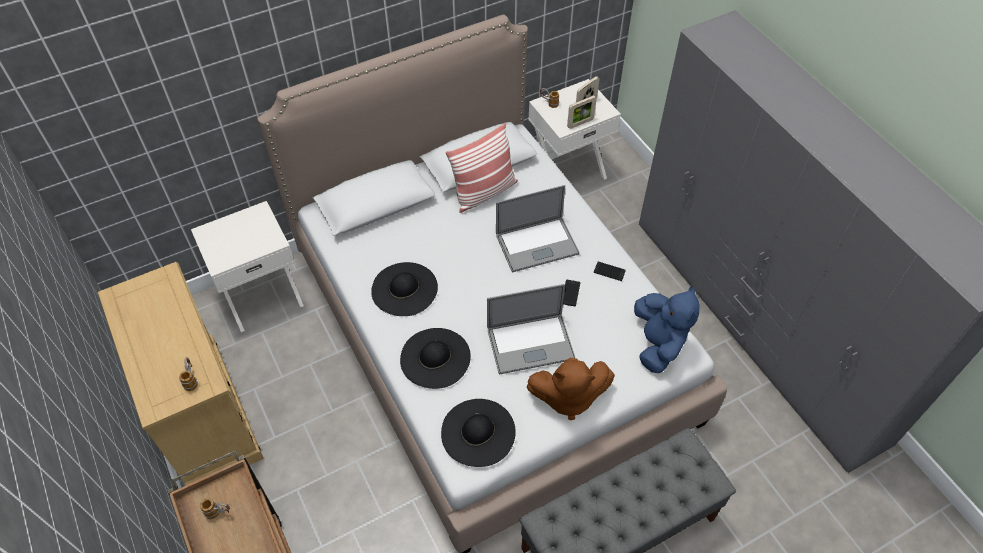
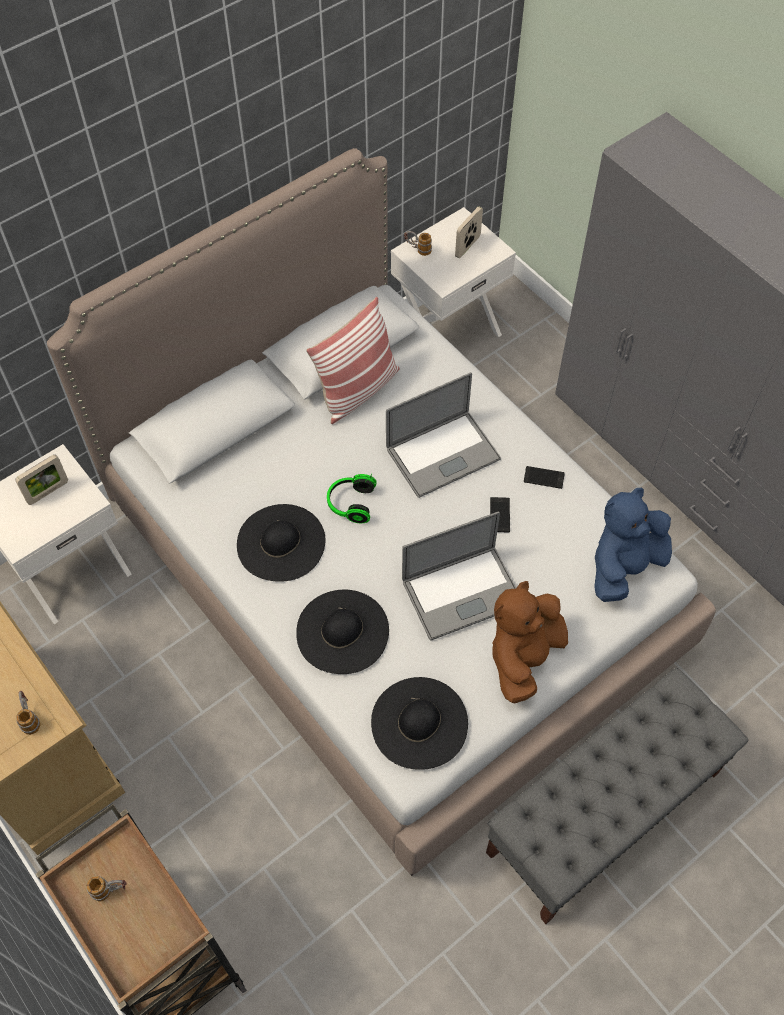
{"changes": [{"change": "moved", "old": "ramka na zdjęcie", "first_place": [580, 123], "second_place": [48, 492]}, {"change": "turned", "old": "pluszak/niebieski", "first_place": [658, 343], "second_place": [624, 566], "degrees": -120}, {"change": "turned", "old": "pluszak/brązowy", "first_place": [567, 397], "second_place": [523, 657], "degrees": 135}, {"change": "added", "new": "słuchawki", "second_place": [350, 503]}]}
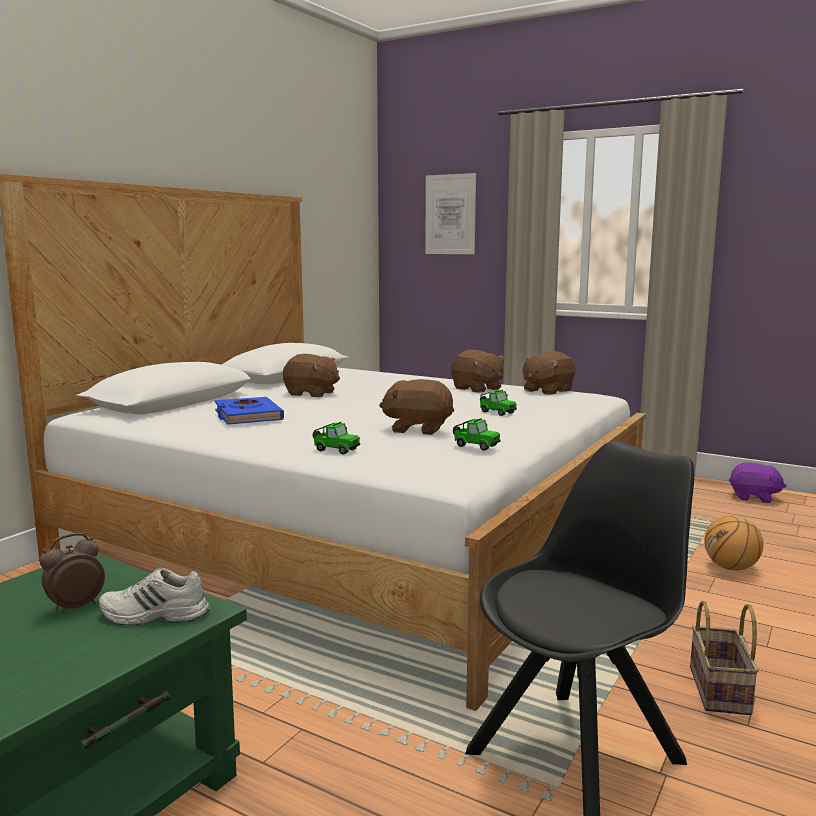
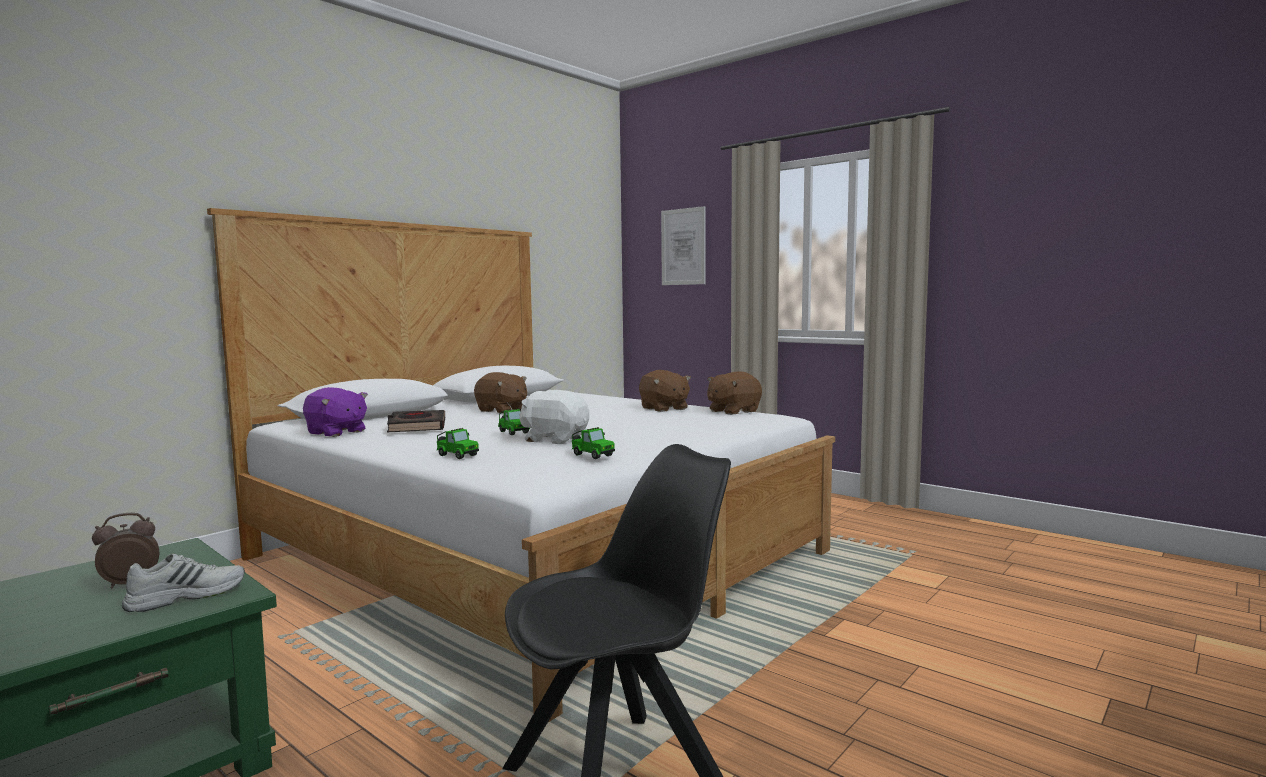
{"changes": [{"change": "recoloured", "old": "pluszak/brązowy", "new": "pluszak/biały", "first_place": [418, 429], "second_place": [554, 439]}, {"change": "moved", "old": "samochodzik", "first_place": [496, 412], "second_place": [513, 432]}, {"change": "recoloured", "old": "książka/niebieski", "new": "książka/czarny", "first_place": [248, 416], "second_place": [417, 427]}, {"change": "moved", "old": "pluszak/fioletowy", "first_place": [754, 497], "second_place": [336, 432]}, {"change": "removed", "old": "piłka do koszykówki", "first_place": [731, 568]}, {"change": "turned", "old": "but/biały", "first_place": [154, 615], "second_place": [186, 596], "degrees": 135}, {"change": "removed", "old": "koszyk", "first_place": [721, 691]}]}
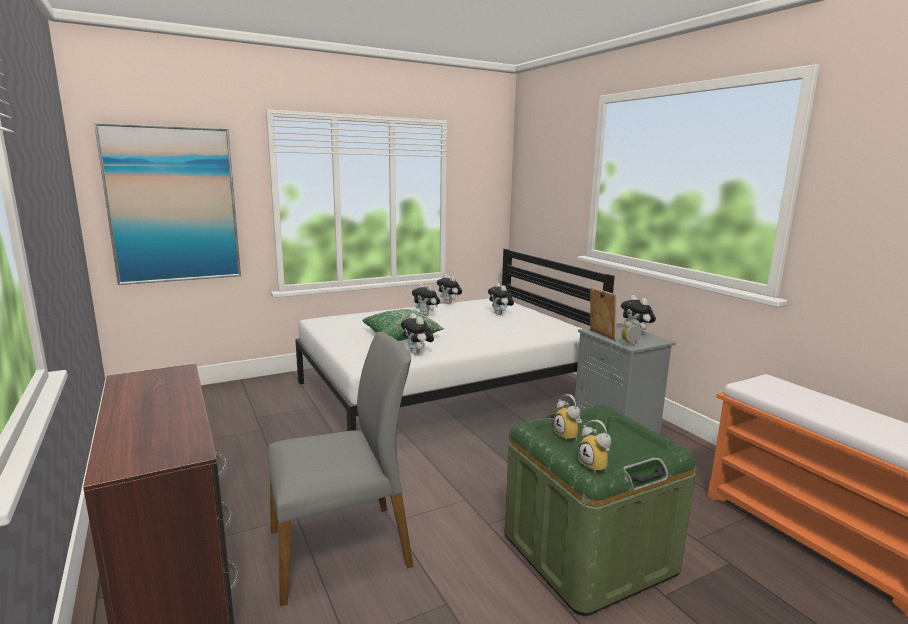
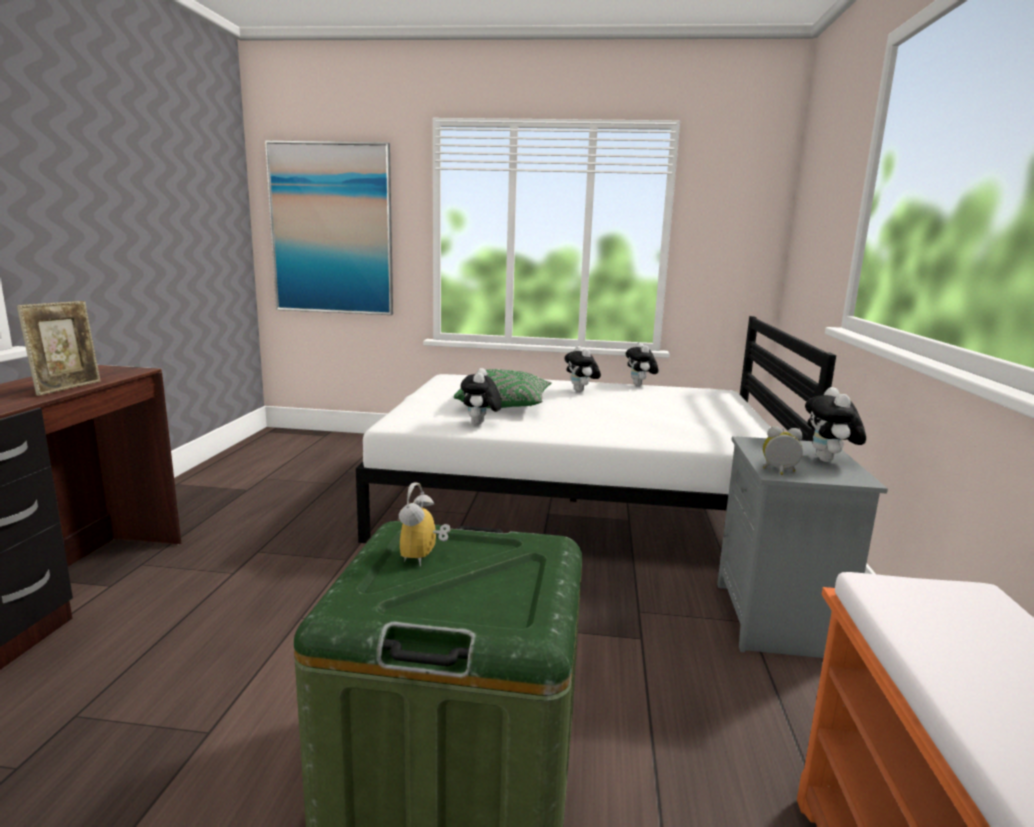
{"changes": [{"change": "removed", "old": "pluszak", "first_place": [500, 314]}, {"change": "moved", "old": "ramka na zdjęcie", "first_place": [601, 335], "second_place": [68, 388]}, {"change": "removed", "old": "krzesło/szary", "first_place": [341, 548]}, {"change": "removed", "old": "budzik", "first_place": [596, 466]}]}
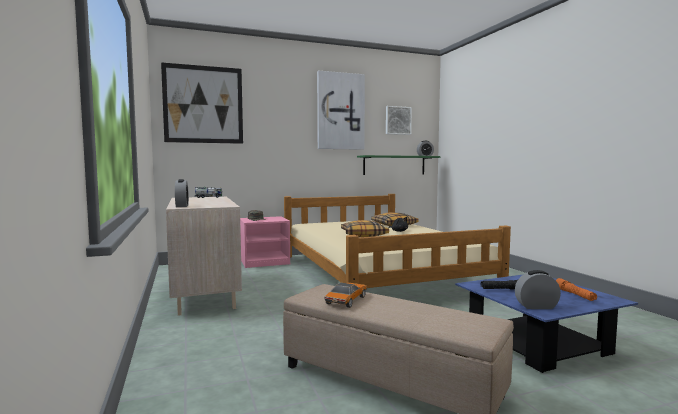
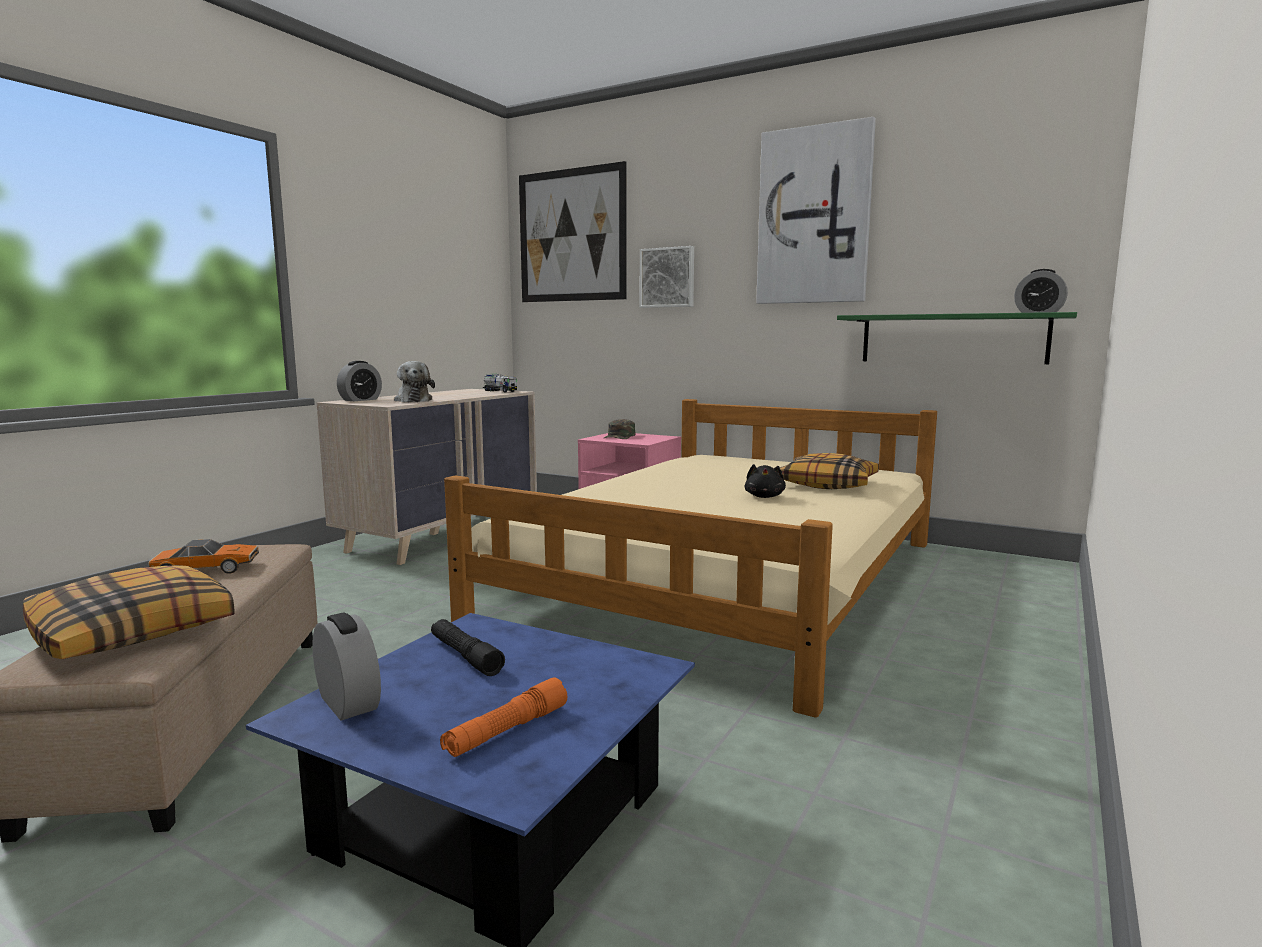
{"changes": [{"change": "moved", "old": "obraz", "first_place": [398, 120], "second_place": [667, 277]}, {"change": "moved", "old": "poduszka", "first_place": [364, 235], "second_place": [135, 630]}, {"change": "added", "new": "pluszak", "second_place": [413, 400]}]}
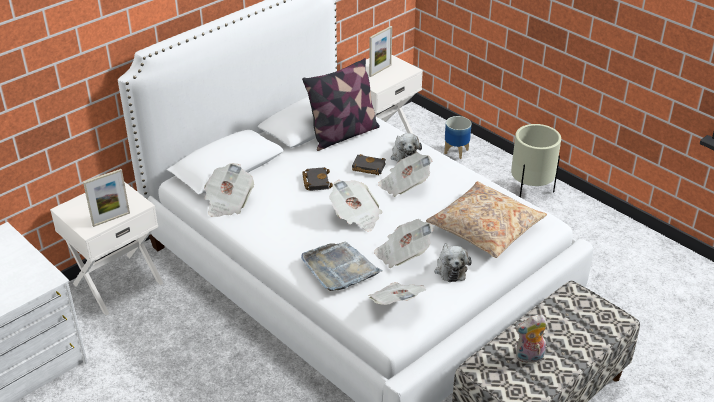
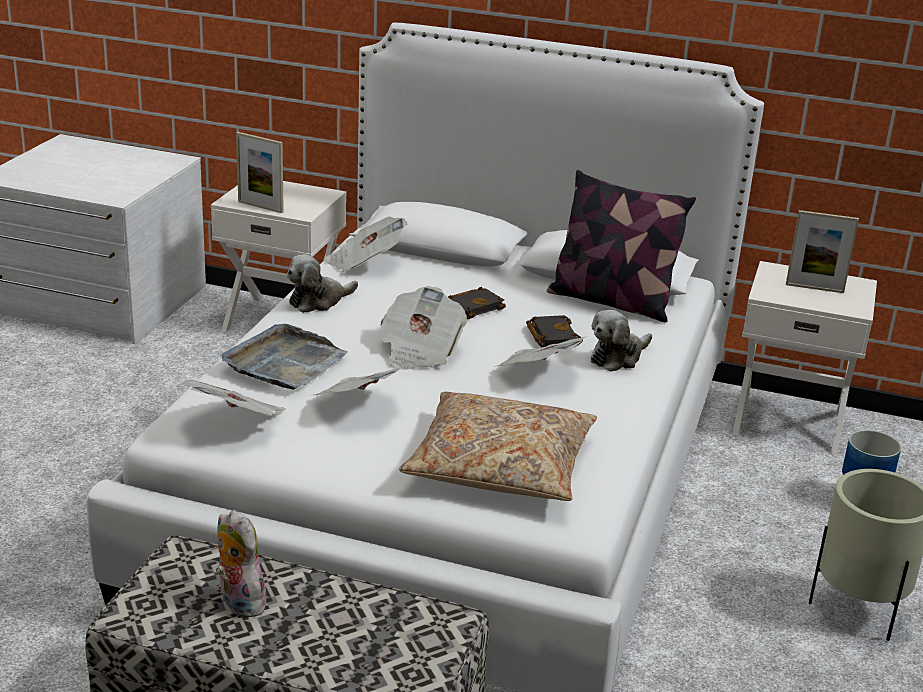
{"changes": [{"change": "moved", "old": "pluszak", "first_place": [450, 268], "second_place": [318, 301]}]}
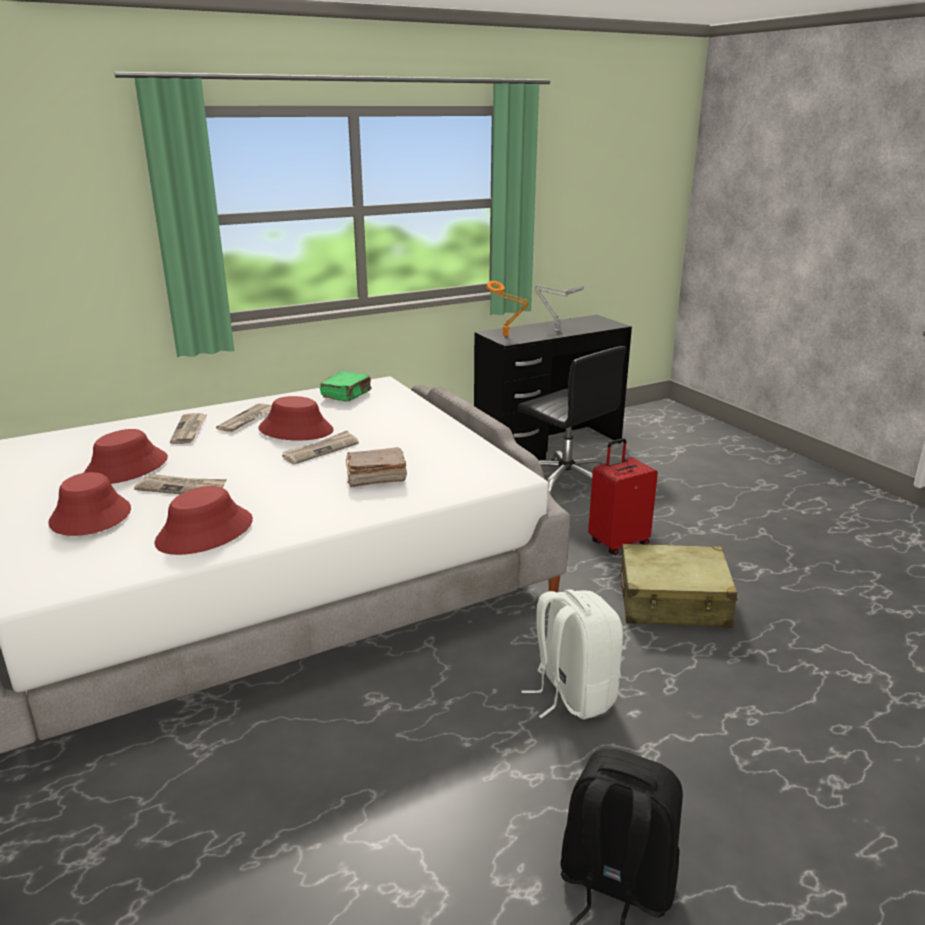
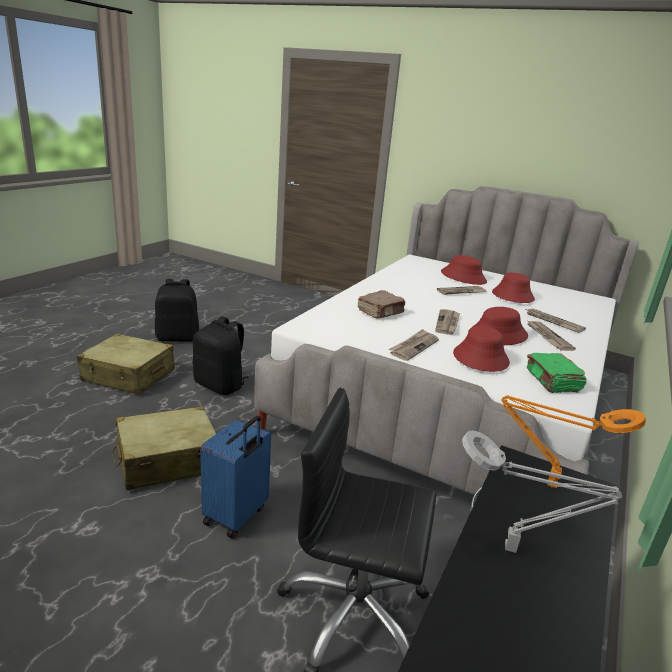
{"changes": [{"change": "recoloured", "old": "walizka/czerwony", "new": "walizka/niebieski", "first_place": [618, 543], "second_place": [236, 516]}, {"change": "moved", "old": "kapelusz/czerwony", "first_place": [205, 532], "second_place": [480, 358]}, {"change": "recoloured", "old": "plecak/biały", "new": "plecak/czarny", "first_place": [572, 694], "second_place": [220, 385]}, {"change": "added", "new": "gazeta", "second_place": [414, 346]}, {"change": "added", "new": "walizka/beżowy", "second_place": [129, 376]}]}
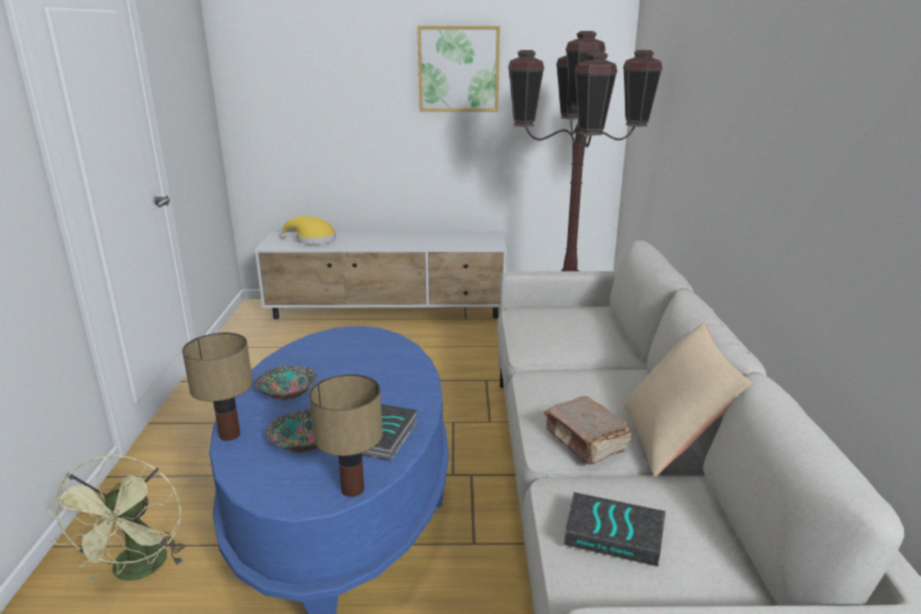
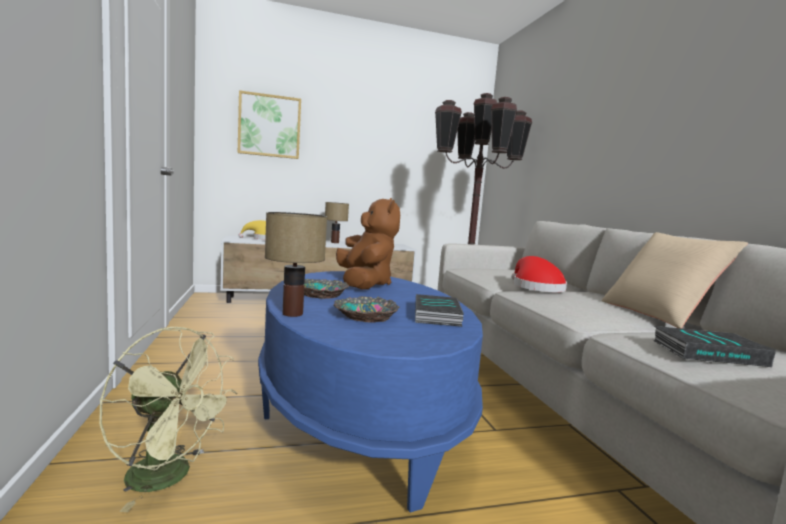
{"changes": [{"change": "moved", "old": "obraz", "first_place": [458, 69], "second_place": [269, 126]}, {"change": "moved", "old": "lampa stołowa", "first_place": [353, 490], "second_place": [335, 242]}, {"change": "removed", "old": "książka/brązowy", "first_place": [586, 441]}, {"change": "turned", "old": "wentylator/zielony", "first_place": [138, 571], "second_place": [170, 477], "degrees": -45}, {"change": "added", "new": "pluszak/brązowy", "second_place": [364, 284]}, {"change": "added", "new": "kapelusz/czerwony", "second_place": [535, 287]}]}
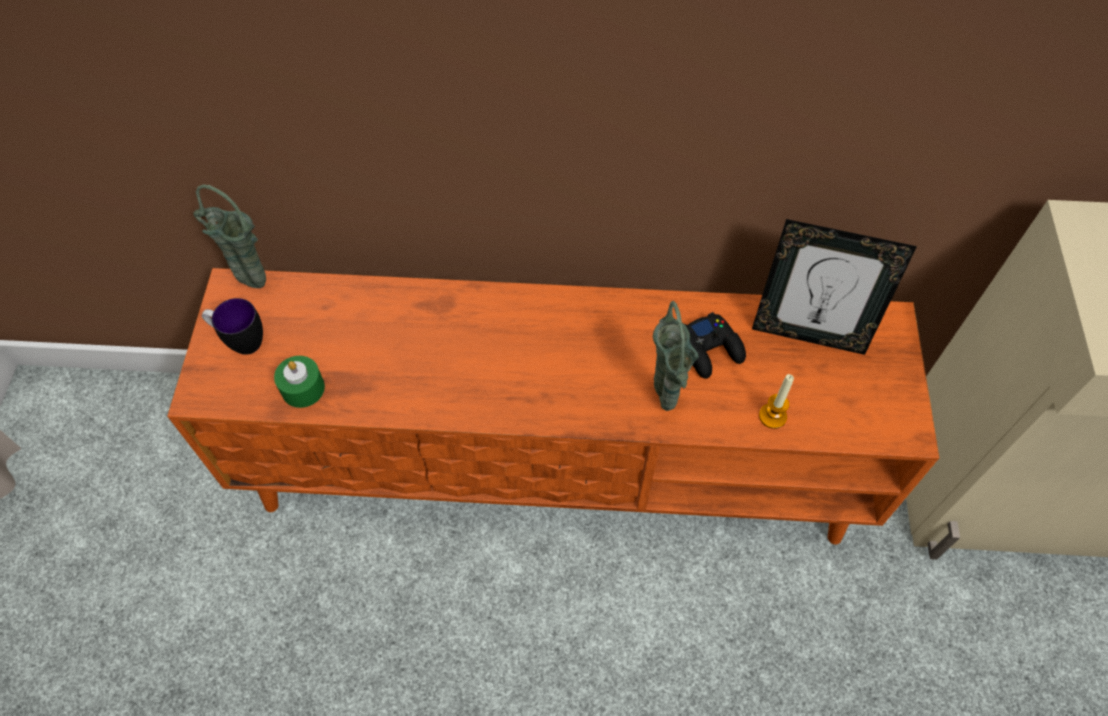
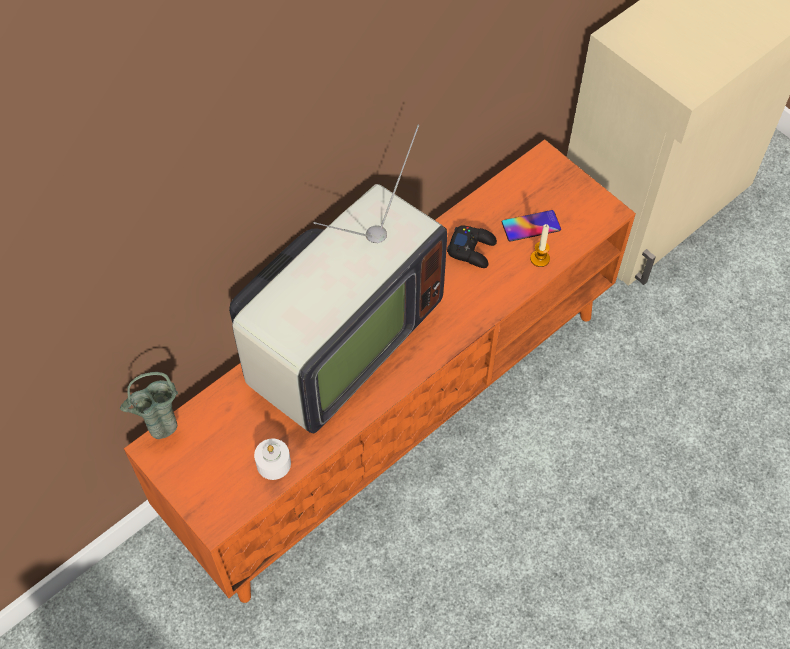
{"changes": [{"change": "removed", "old": "ramka na zdjęcie", "first_place": [808, 334]}, {"change": "removed", "old": "kubek", "first_place": [240, 341]}, {"change": "removed", "old": "wazon/zielony", "first_place": [665, 405]}, {"change": "recoloured", "old": "świeca/zielony", "new": "świeca/biały", "first_place": [303, 388], "second_place": [273, 463]}, {"change": "added", "new": "telewizor", "second_place": [336, 343]}, {"change": "added", "new": "telefon", "second_place": [531, 226]}]}
